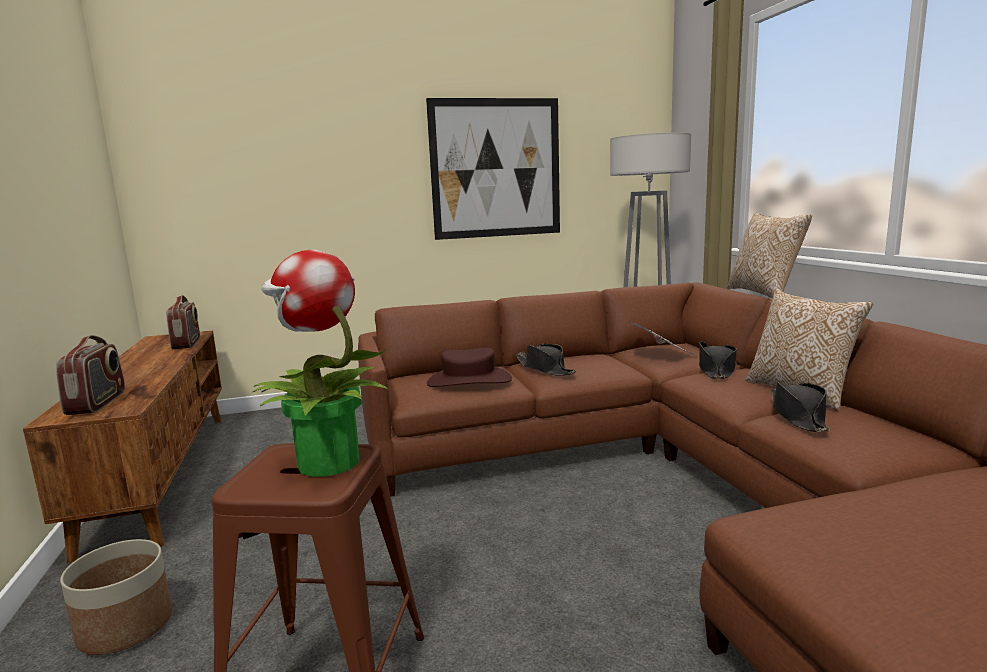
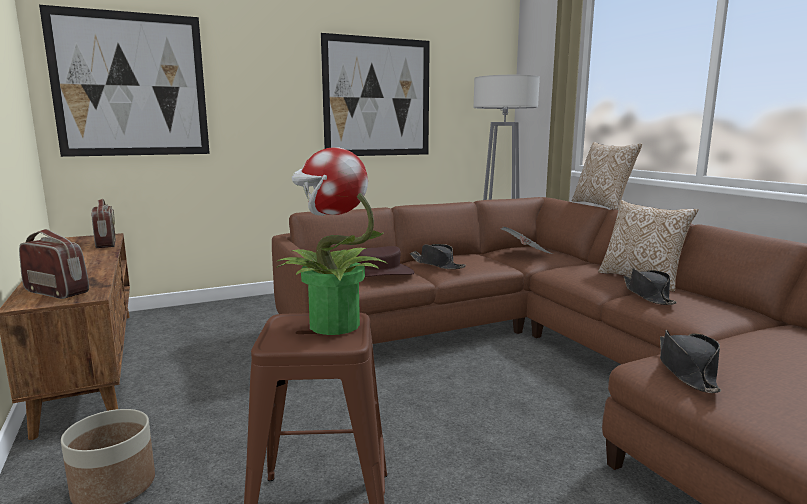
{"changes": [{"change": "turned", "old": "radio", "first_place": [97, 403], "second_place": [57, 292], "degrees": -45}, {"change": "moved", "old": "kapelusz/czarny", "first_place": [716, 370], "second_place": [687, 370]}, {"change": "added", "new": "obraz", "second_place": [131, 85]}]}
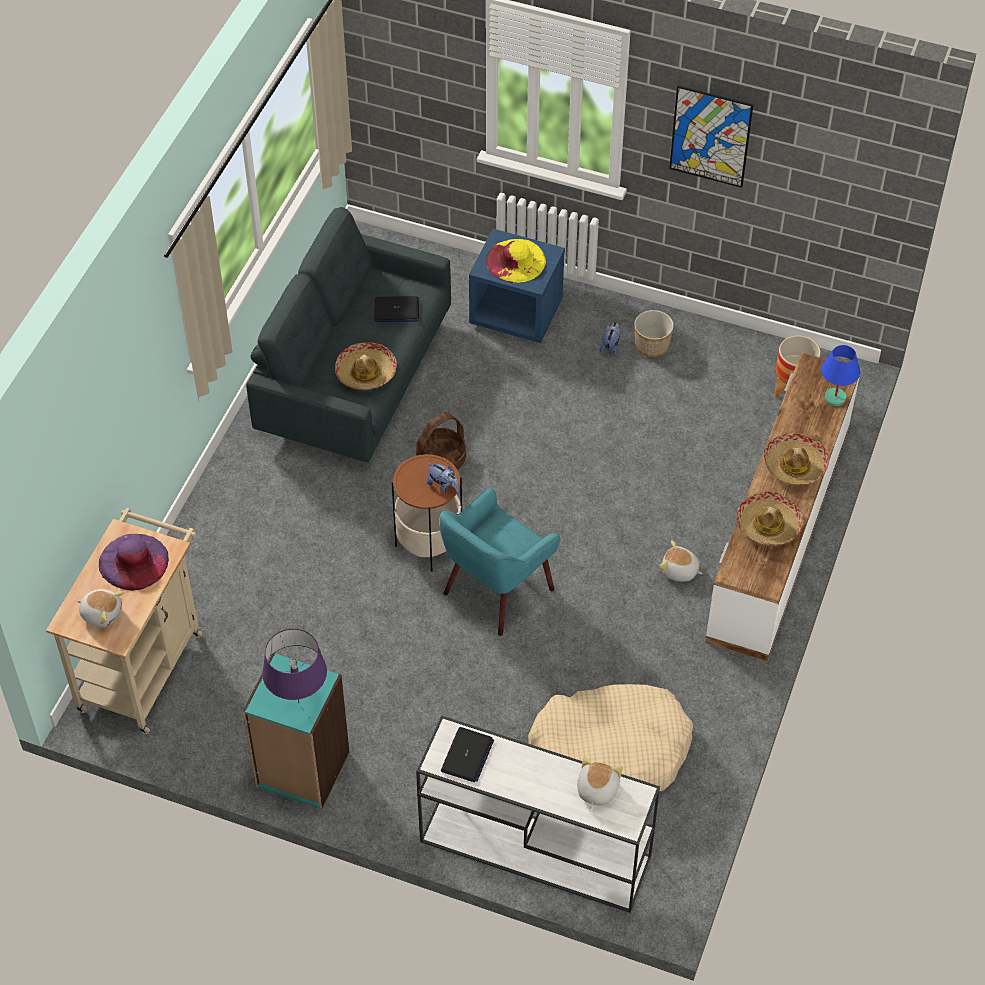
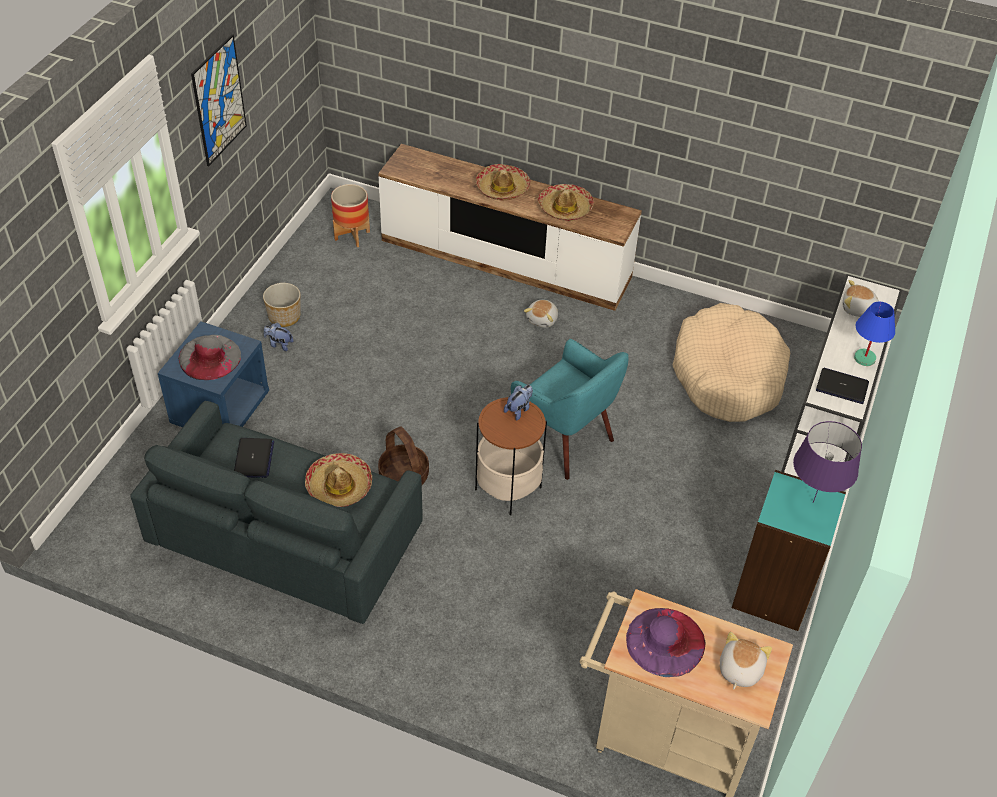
{"changes": [{"change": "recoloured", "old": "kapelusz/żółty", "new": "kapelusz/szary", "first_place": [516, 260], "second_place": [209, 357]}, {"change": "moved", "old": "lampa stołowa/niebieski", "first_place": [834, 398], "second_place": [864, 359]}]}
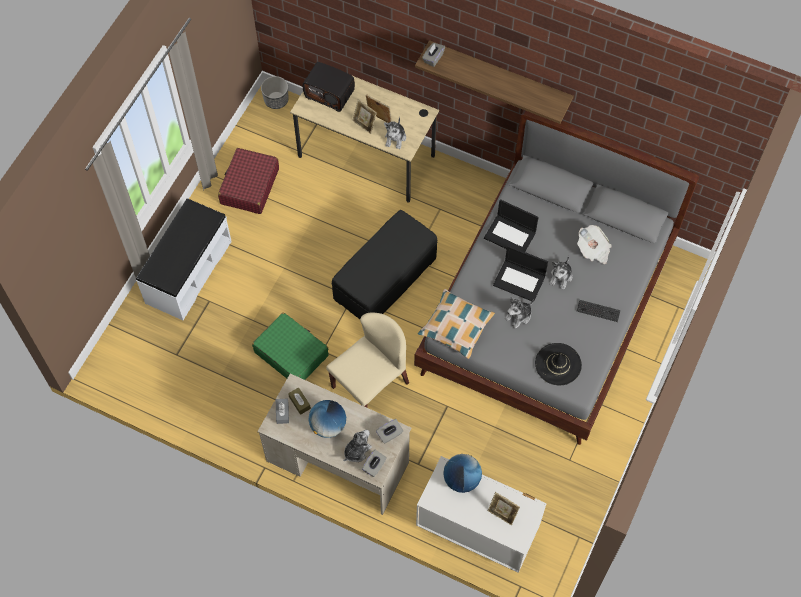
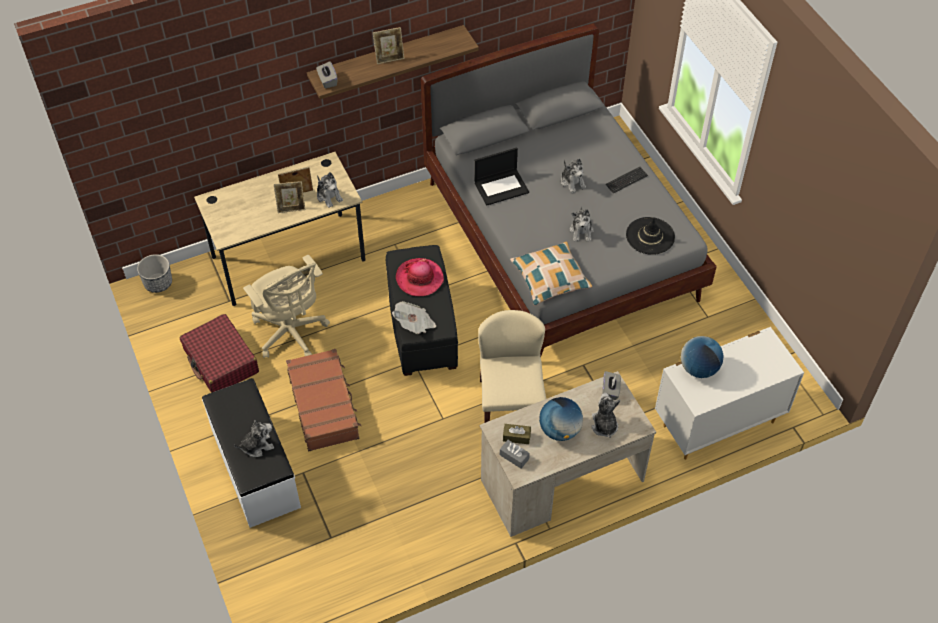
{"changes": [{"change": "removed", "old": "radio", "first_place": [330, 94]}, {"change": "moved", "old": "gazeta", "first_place": [593, 250], "second_place": [414, 324]}, {"change": "removed", "old": "laptop", "first_place": [520, 280]}, {"change": "removed", "old": "walizka/zielony", "first_place": [291, 353]}, {"change": "removed", "old": "pudełko chusteczek/szary", "first_place": [374, 466]}, {"change": "moved", "old": "ramka na zdjęcie", "first_place": [502, 513], "second_place": [389, 58]}, {"change": "added", "new": "krzesło biurowe/beżowy", "second_place": [291, 333]}, {"change": "added", "new": "kapelusz", "second_place": [419, 278]}, {"change": "added", "new": "walizka/brązowy", "second_place": [324, 405]}, {"change": "added", "new": "pluszak", "second_place": [257, 445]}]}
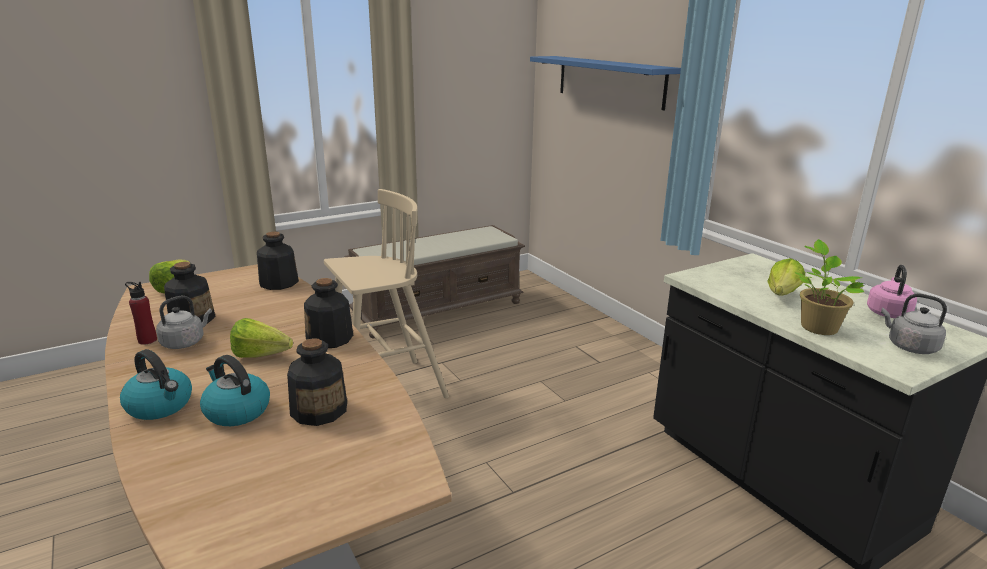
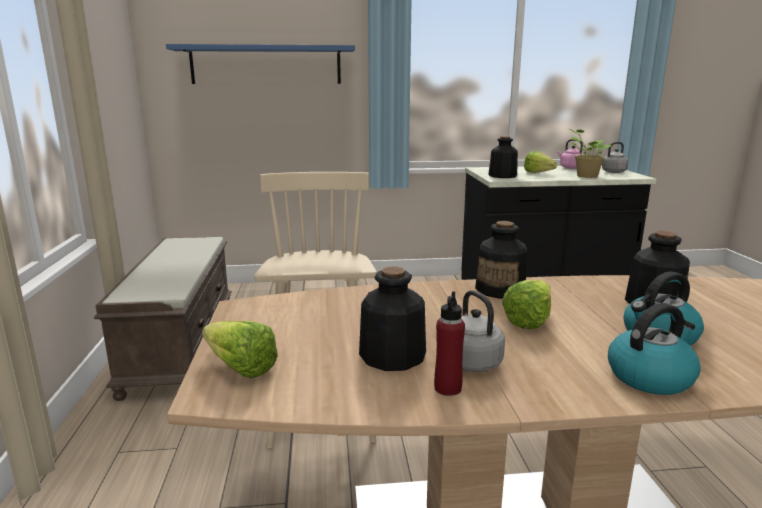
{"changes": [{"change": "moved", "old": "butelka", "first_place": [278, 283], "second_place": [502, 176]}]}
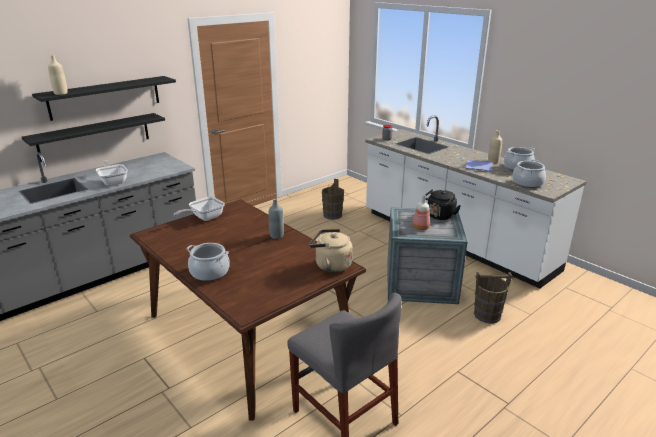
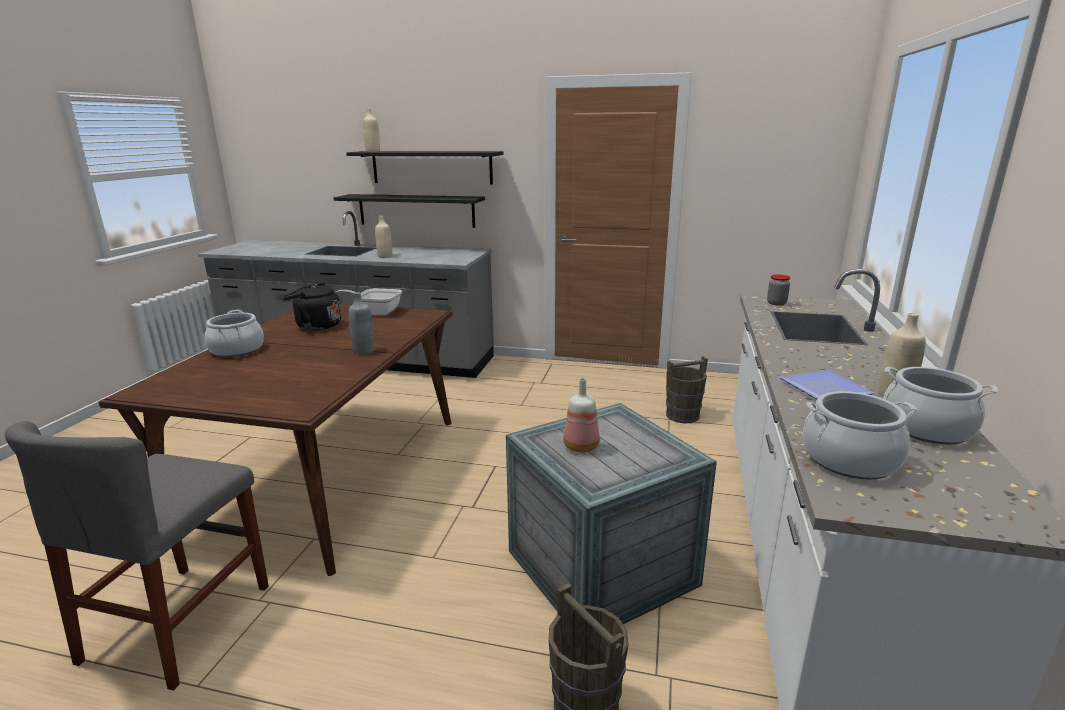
{"changes": [{"change": "replaced", "old": "patelnia", "new": "butelka/beżowy", "first_place": [113, 181], "second_place": [385, 256]}, {"change": "moved", "old": "czajnik/czarny", "first_place": [440, 216], "second_place": [316, 326]}, {"change": "removed", "old": "czajnik/beżowy", "first_place": [331, 265]}]}
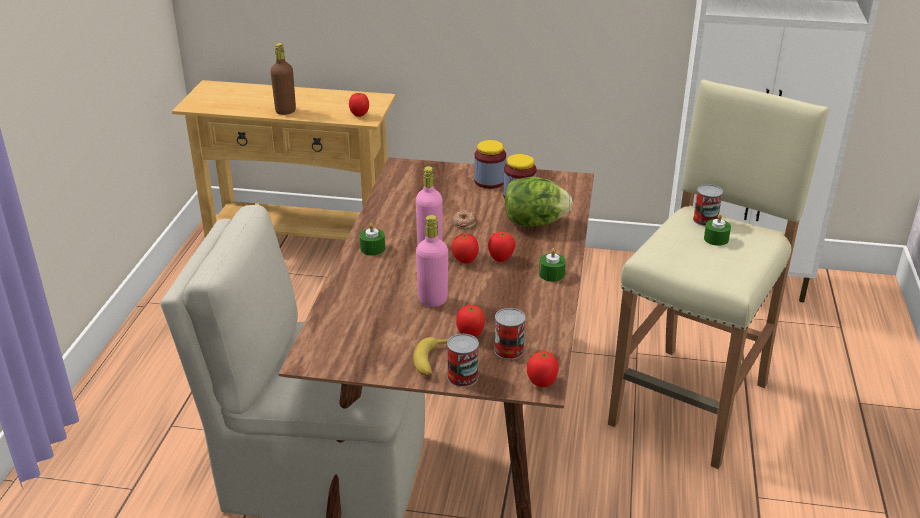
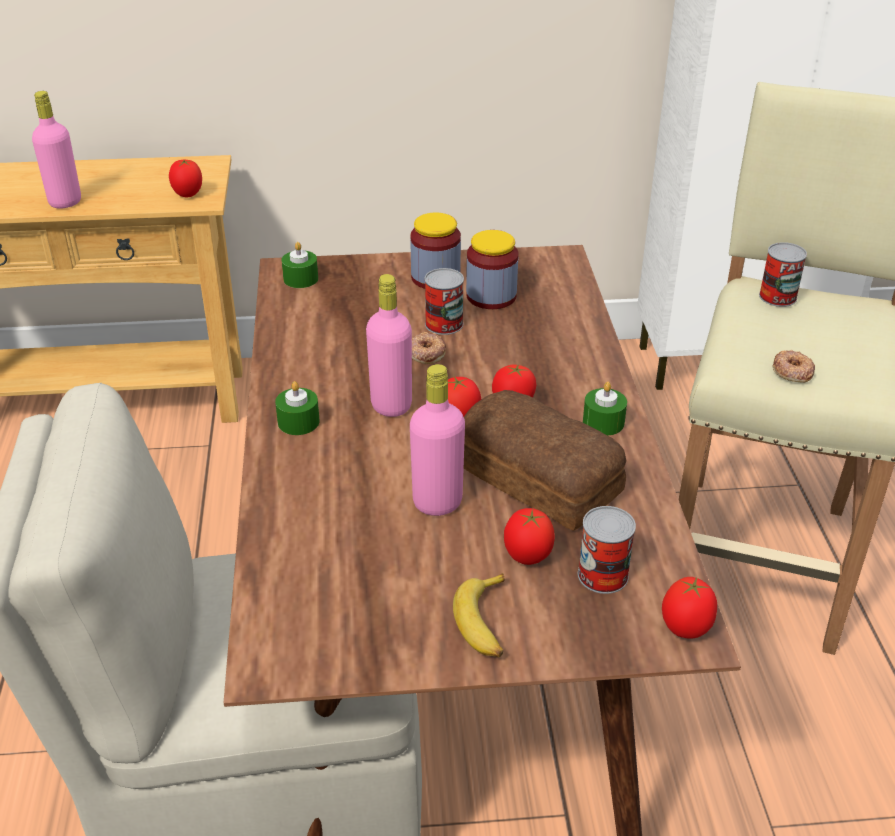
{"changes": [{"change": "recoloured", "old": "butelka/brązowy", "new": "butelka/różowy", "first_place": [285, 111], "second_place": [65, 202]}, {"change": "removed", "old": "sałata", "first_place": [534, 223]}, {"change": "moved", "old": "świeca/zielony", "first_place": [716, 239], "second_place": [300, 279]}, {"change": "moved", "old": "puszka", "first_place": [462, 377], "second_place": [444, 324]}, {"change": "added", "new": "donut", "second_place": [792, 371]}, {"change": "added", "new": "chleb", "second_place": [538, 476]}]}
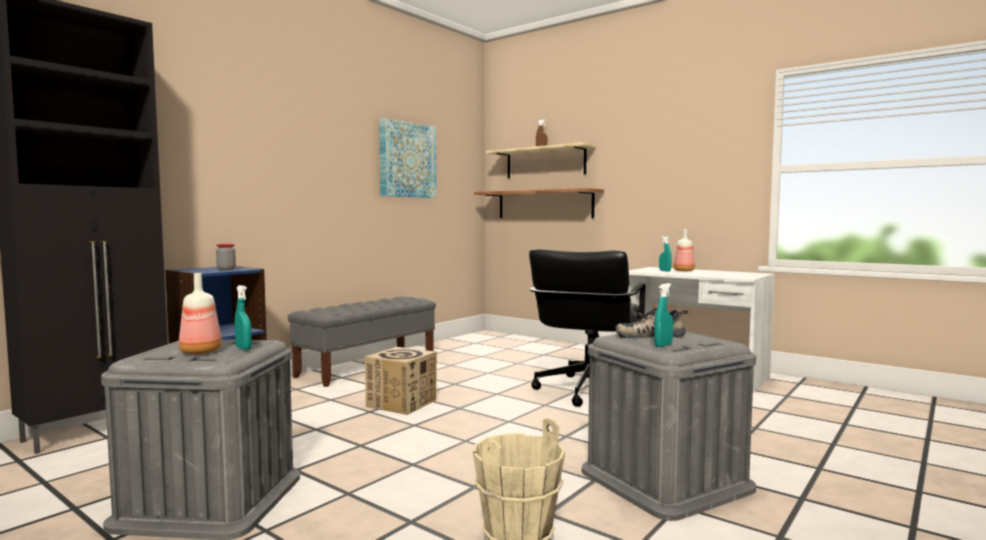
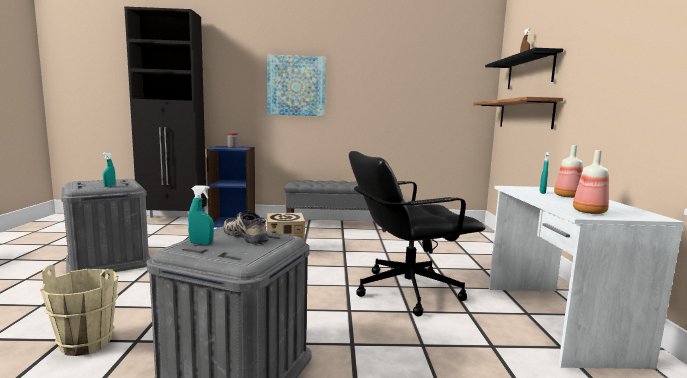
{"changes": [{"change": "moved", "old": "obraz", "first_place": [407, 160], "second_place": [296, 86]}, {"change": "recoloured", "old": "półka/beżowy", "new": "półka/czarny", "first_place": [545, 162], "second_place": [529, 72]}, {"change": "moved", "old": "butelka", "first_place": [199, 352], "second_place": [588, 212]}]}
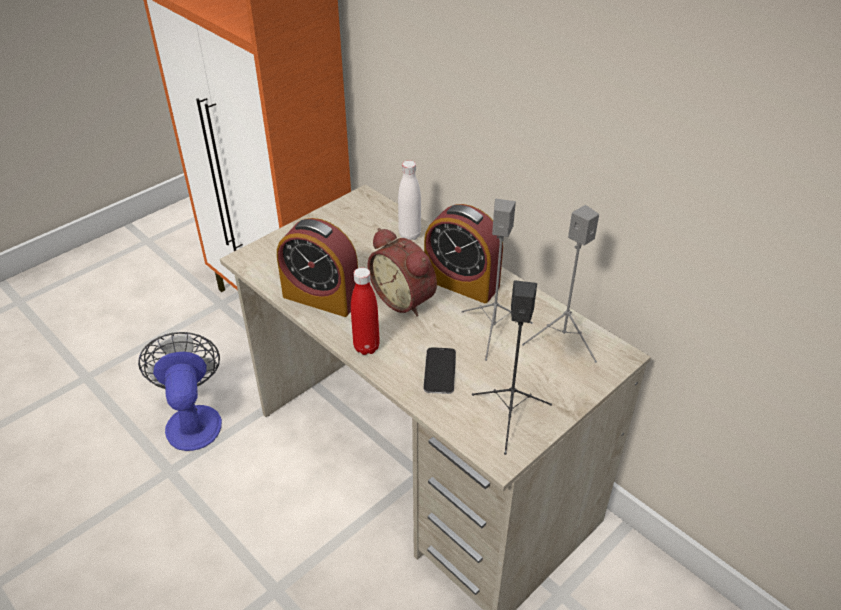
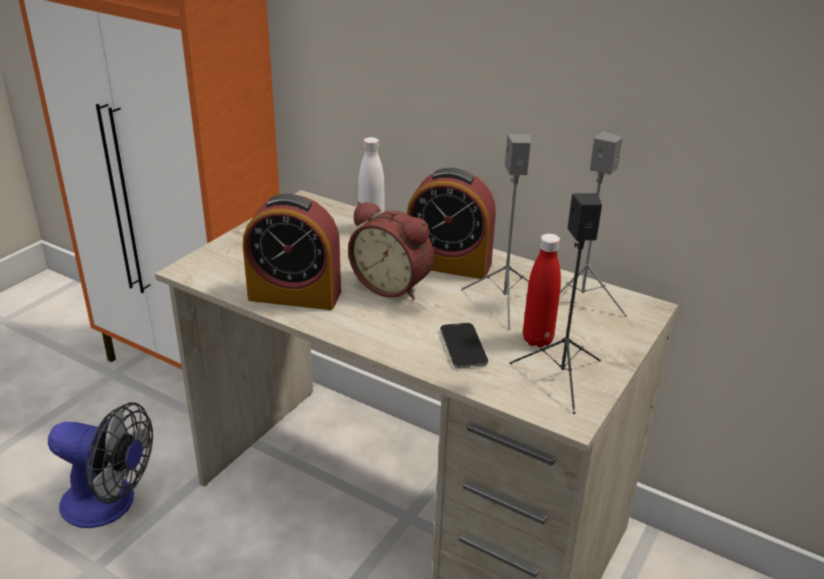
{"changes": [{"change": "moved", "old": "butelka/czerwony", "first_place": [366, 347], "second_place": [537, 340]}, {"change": "turned", "old": "wentylator", "first_place": [193, 419], "second_place": [110, 504], "degrees": 135}]}
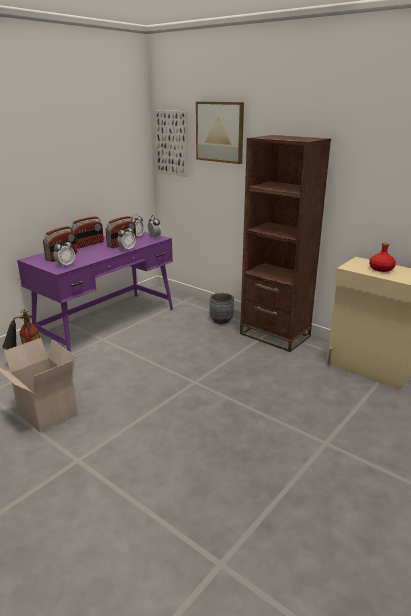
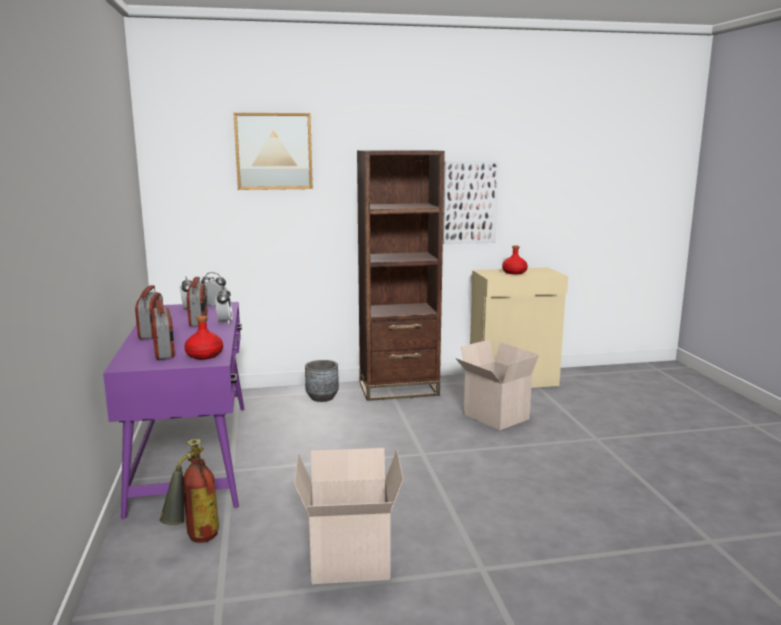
{"changes": [{"change": "moved", "old": "obraz", "first_place": [172, 143], "second_place": [470, 202]}, {"change": "replaced", "old": "budzik", "new": "butelka/czerwony", "first_place": [65, 265], "second_place": [204, 355]}, {"change": "added", "new": "karton", "second_place": [494, 417]}]}
